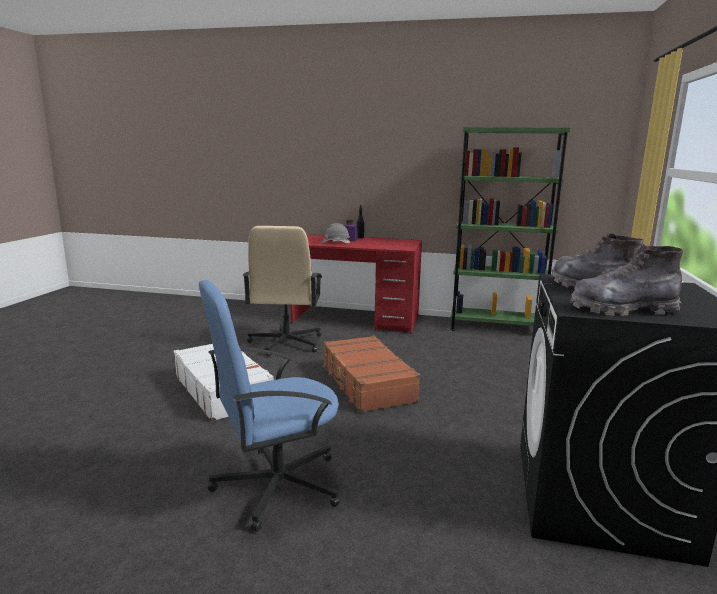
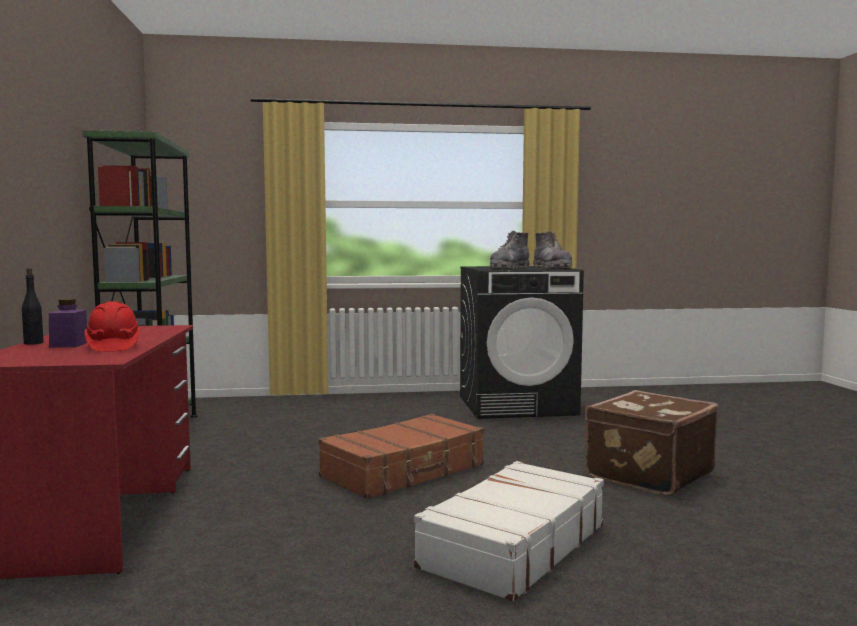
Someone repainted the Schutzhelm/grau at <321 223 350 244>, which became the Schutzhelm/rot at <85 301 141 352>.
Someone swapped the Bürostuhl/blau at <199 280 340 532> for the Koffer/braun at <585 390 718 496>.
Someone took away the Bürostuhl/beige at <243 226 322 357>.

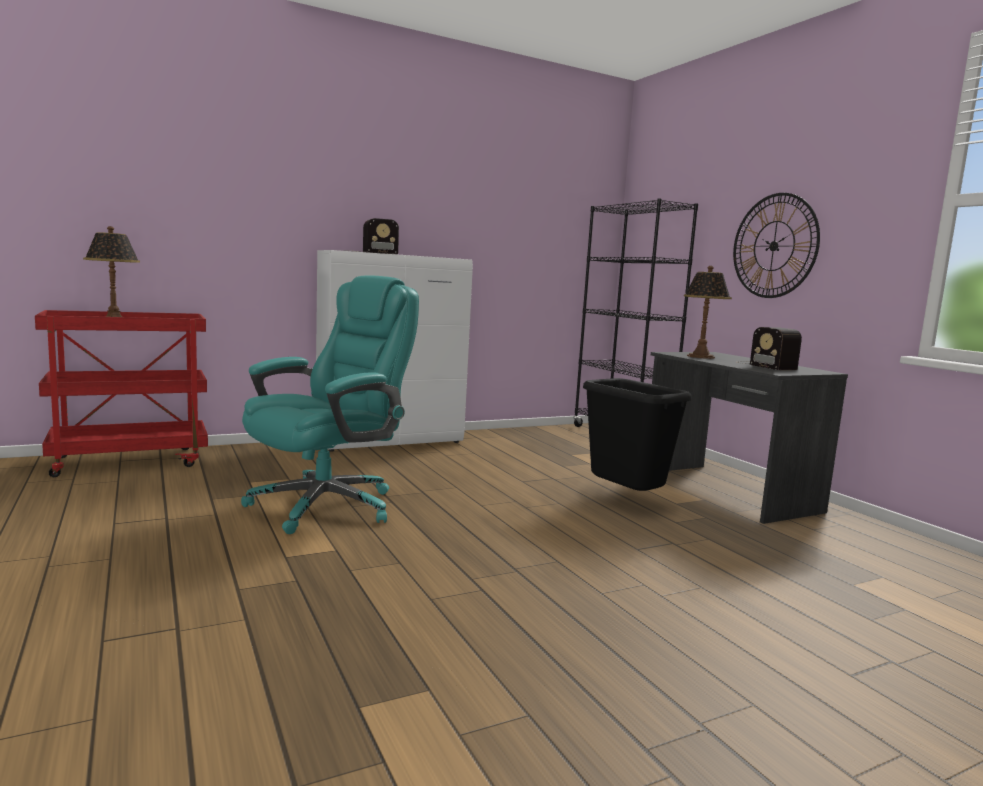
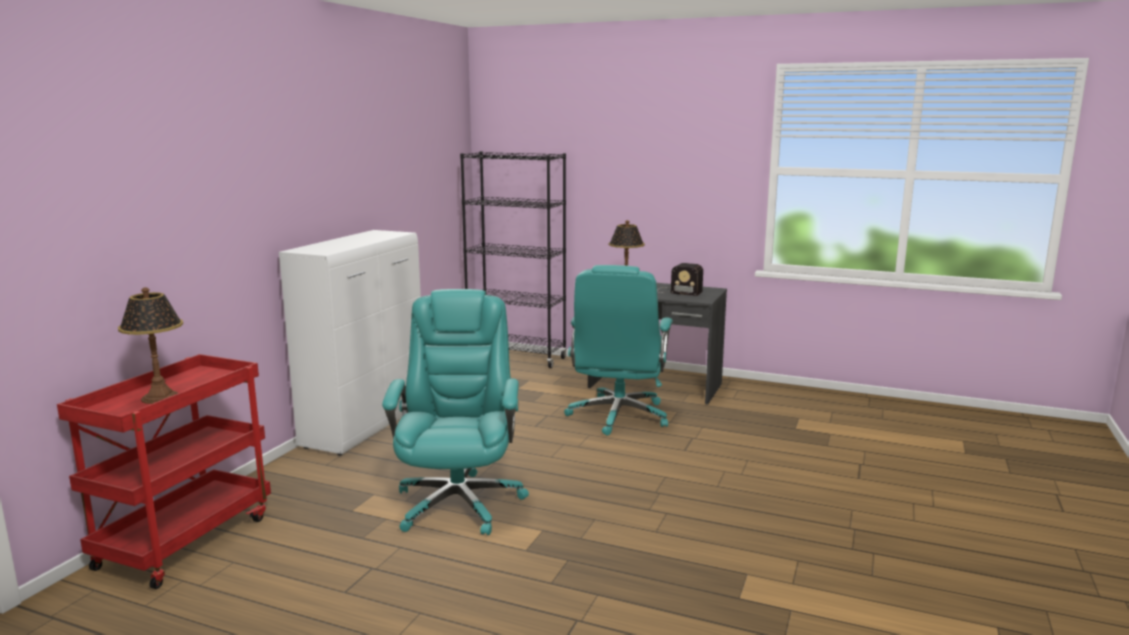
Someone swapped the Mülleimer/schwarz at <583 378 692 491> for the Bürostuhl/türkis at <564 265 673 436>.
Someone took away the Radio at <356 218 399 254>.
Someone took away the Wanduhr at <733 193 820 298>.

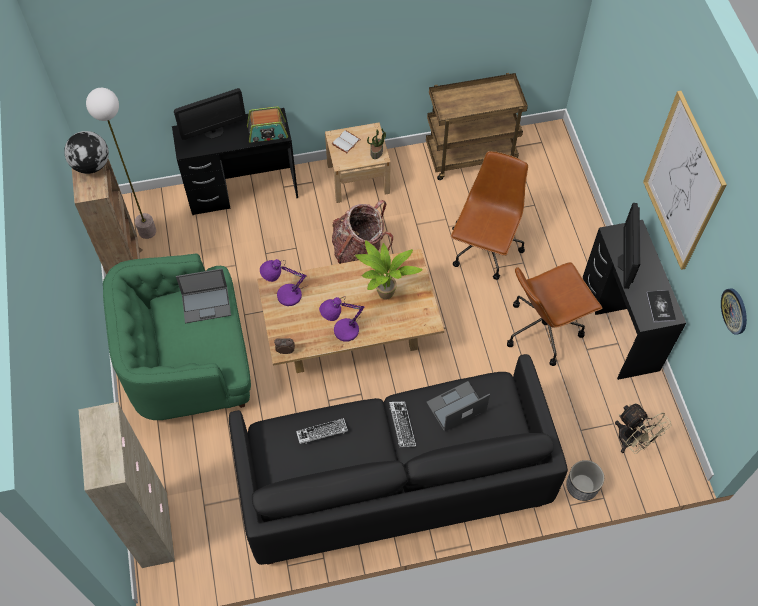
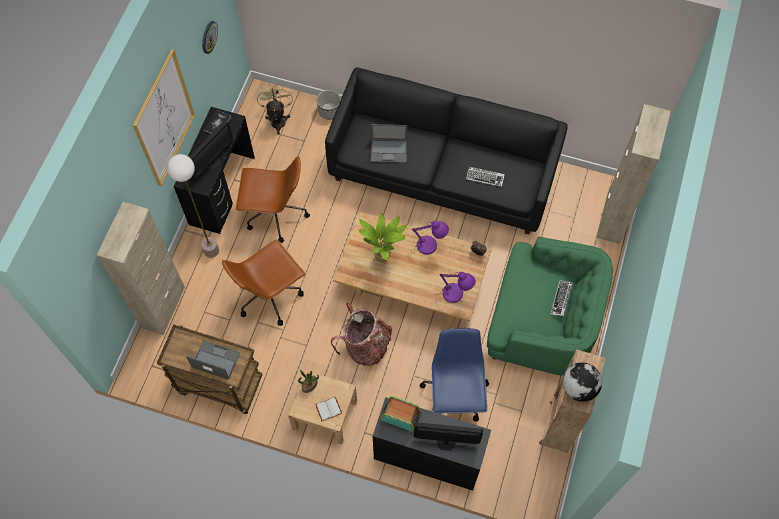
Someone put down the Schrank/beige at <97 202 185 335>.
Someone carried the Stehlampe from <86 88 156 239> to <167 154 219 258>.
Someone carried the Laptop from <176 268 231 323> to <186 340 240 380>.
Someone put down the Bürostuhl/blau at <420 328 489 422>.
Someone carried the Tastatur from <389 402 416 447> to <550 281 573 316>.

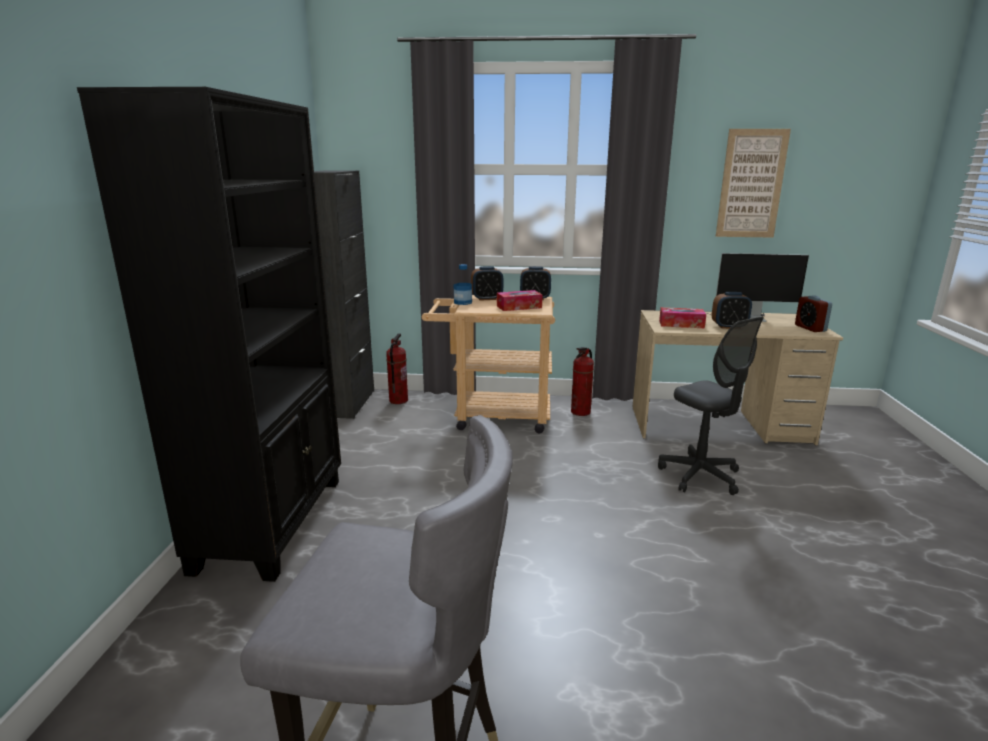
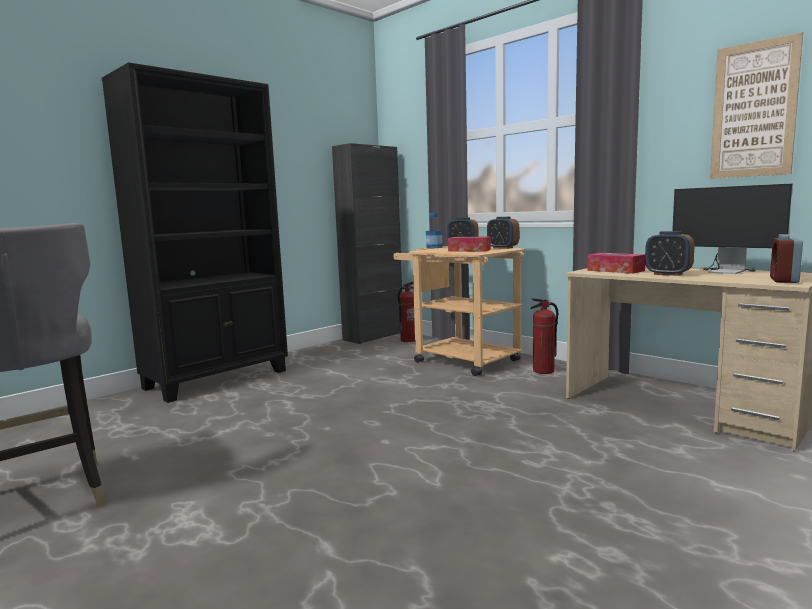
Someone took away the Bürostuhl/grau at <658 317 764 495>.

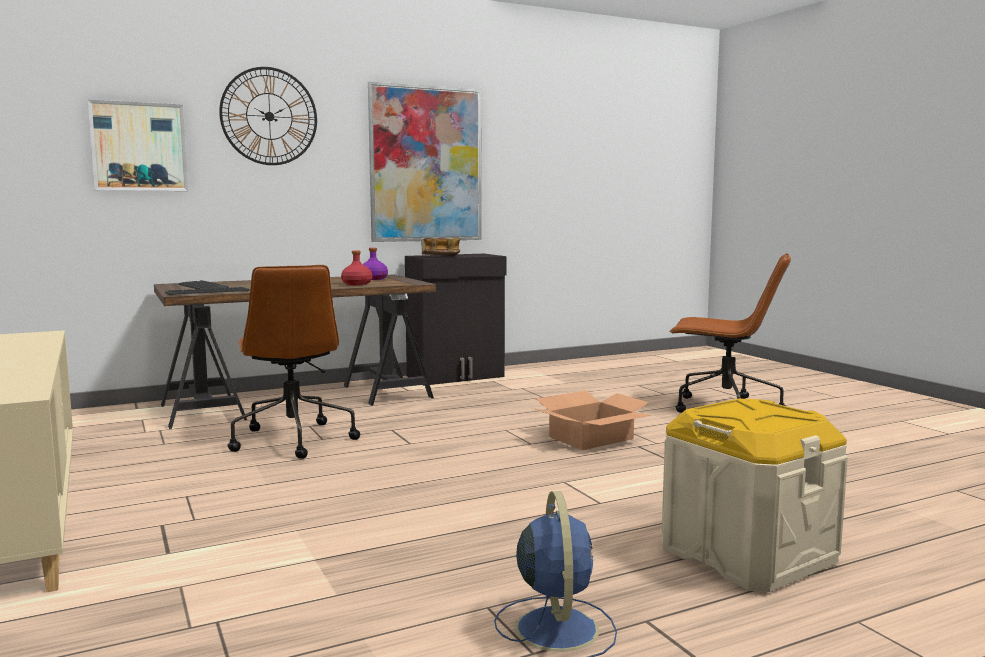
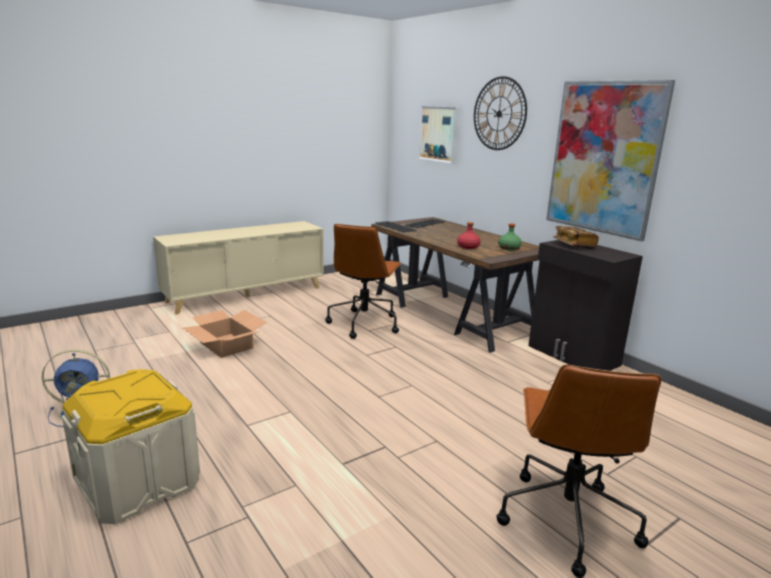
Someone carried the Karton from <533 391 651 450> to <183 310 267 358>.
Someone rotated the Bürostuhl/braun at <228 265 360 459> by 45 degrees counterclockwise.
Someone repainted the Flasche/lila at <363 248 388 280>, which became the Flasche/grün at <498 223 522 250>.

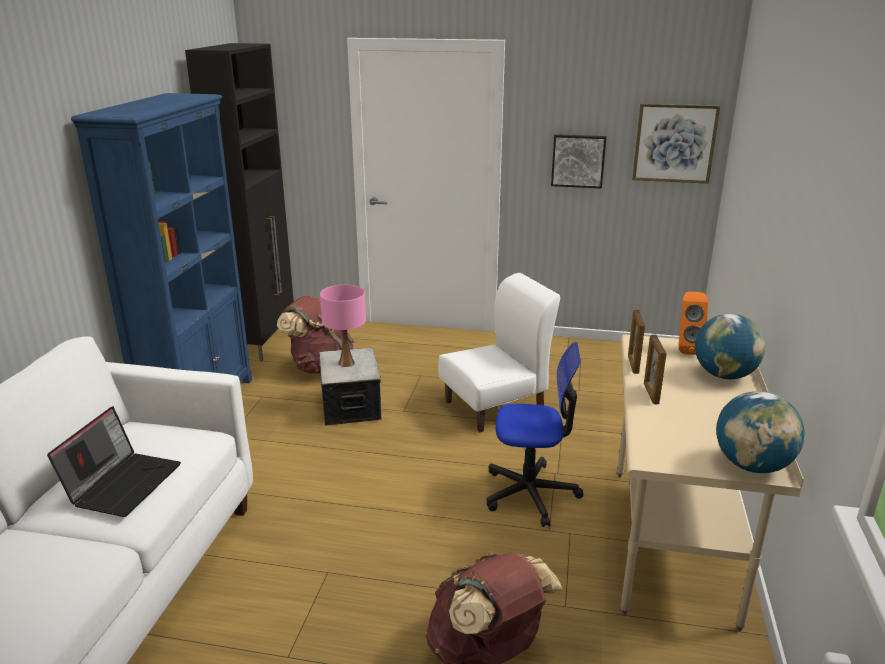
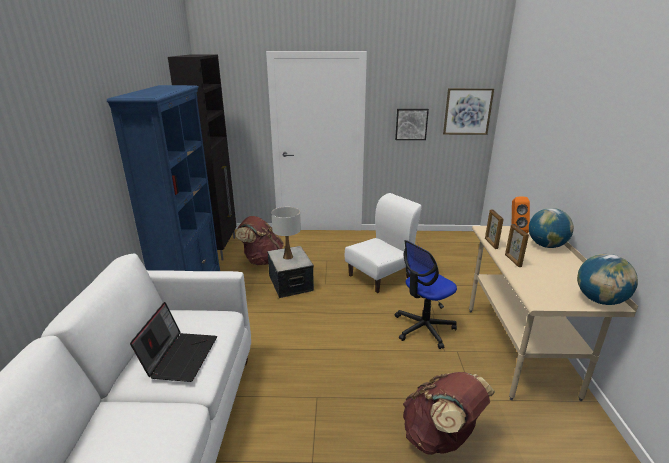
Someone repainted the Tischlampe/rosa at <320 285 366 367>, which became the Tischlampe/weiß at <271 207 301 260>.
Someone rotated the Bürostuhl at <487 342 583 527> by 150 degrees clockwise.

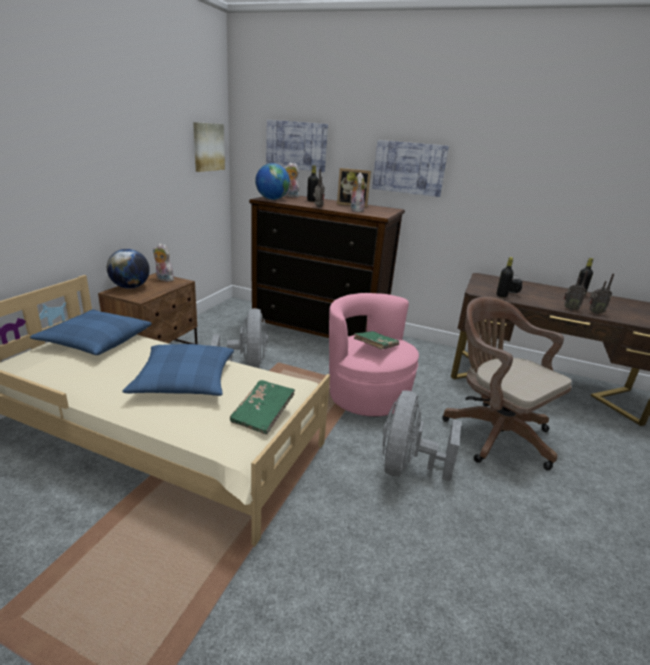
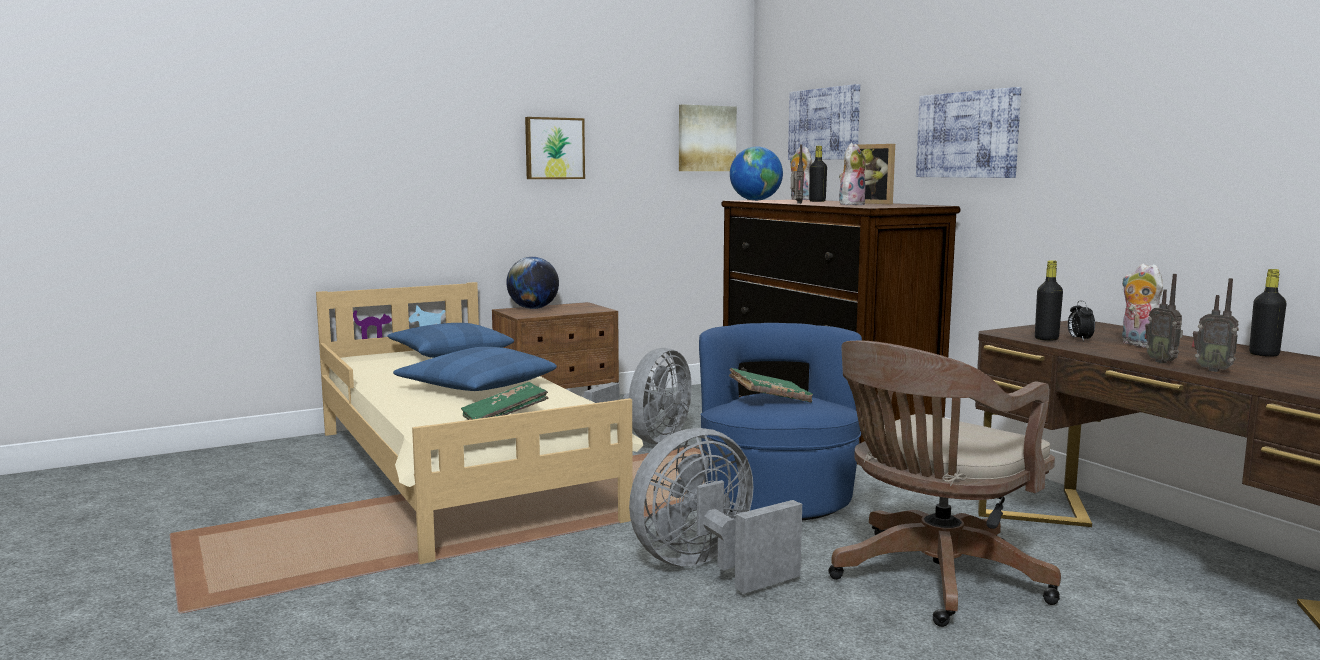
Someone put up the Bild at <525 117 585 179>.
Someone repainted the Sessel/rosa at <329 293 419 417>, which became the Sessel/blau at <699 323 862 521>.
Someone rotated the Bürostuhl/braun at <442 297 572 470> by 135 degrees counterclockwise.
Someone carried the Plüschtier from <153 243 174 282> to <1121 264 1163 347>.

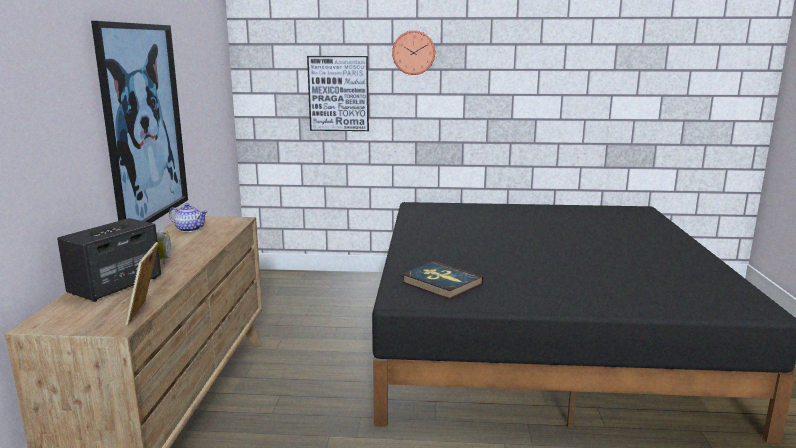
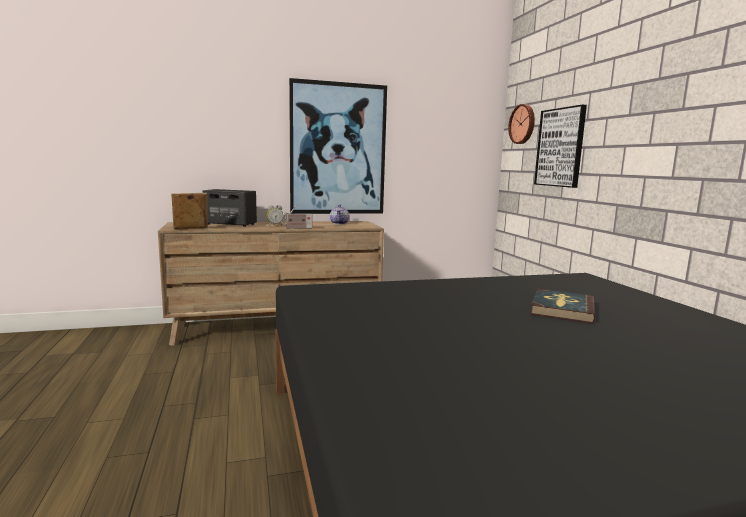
Someone put down the Radio at <284 205 312 229>.
Someone carried the Wanduhr from <392 30 435 75> to <508 104 535 144>.
Someone carried the Buch from <402 261 484 300> to <530 289 595 324>.

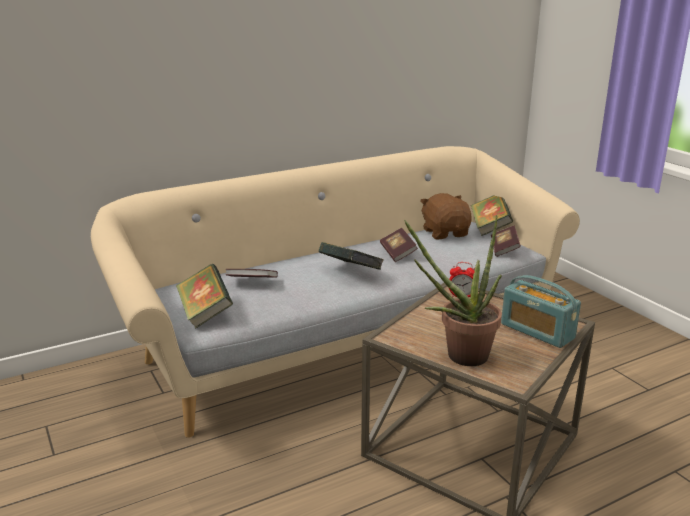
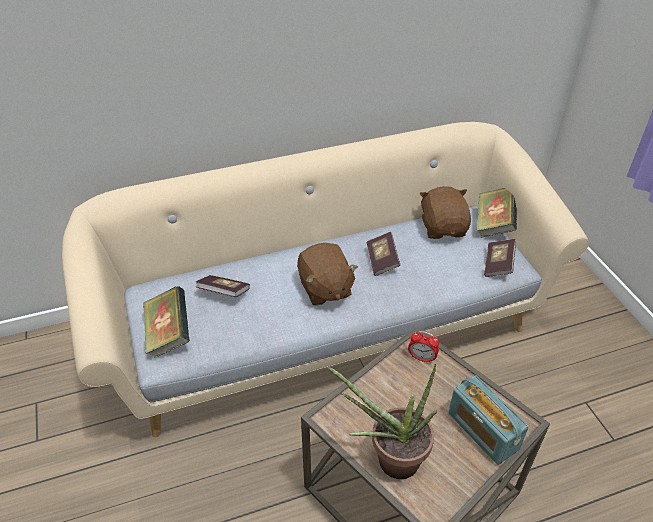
Someone swapped the Buch at <318 242 384 270> for the Plüschtier/braun at <297 243 358 306>.

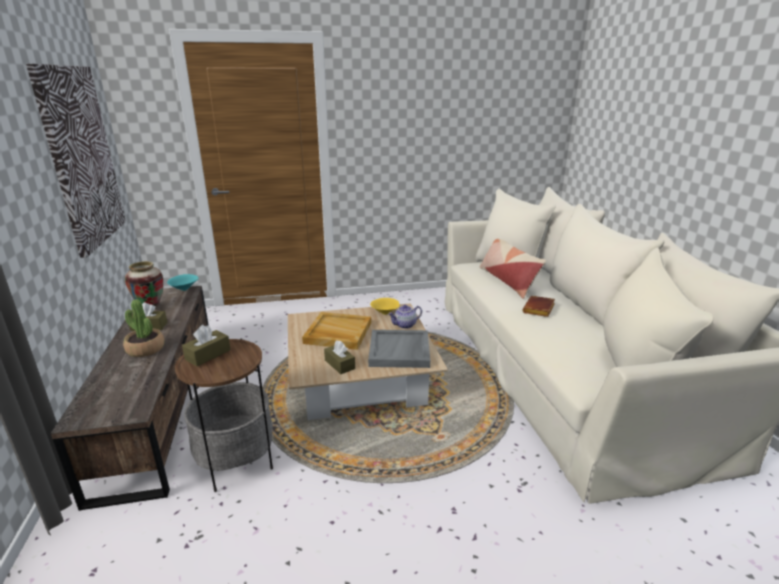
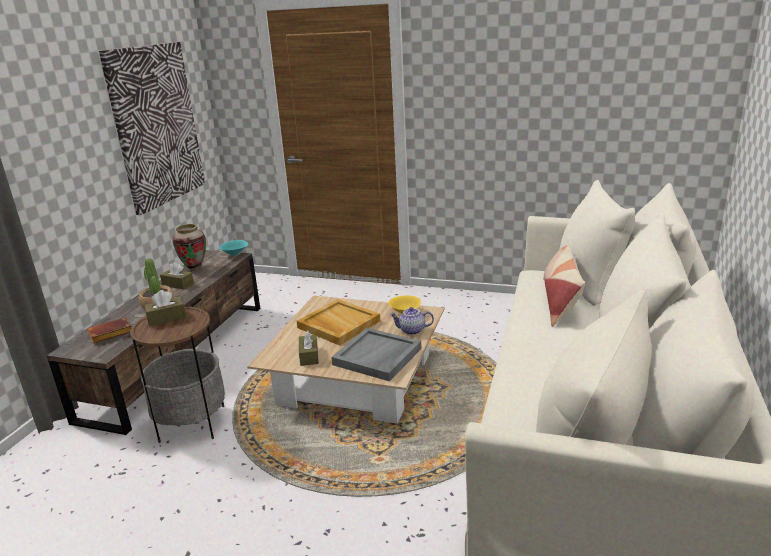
Someone carried the Buch/braun from <522 296 555 317> to <87 317 131 343>.

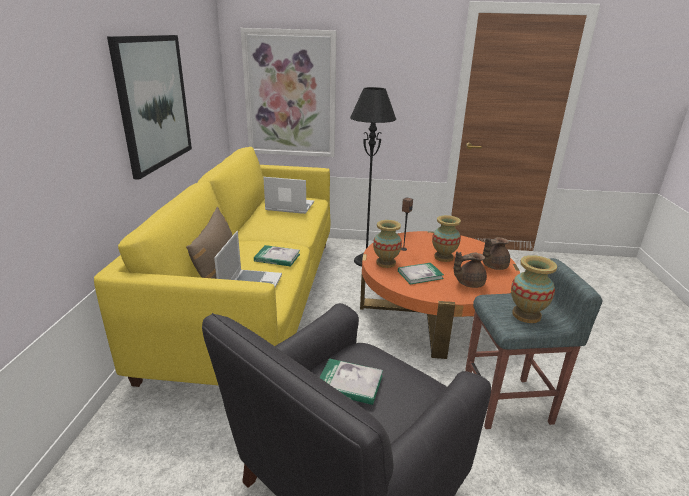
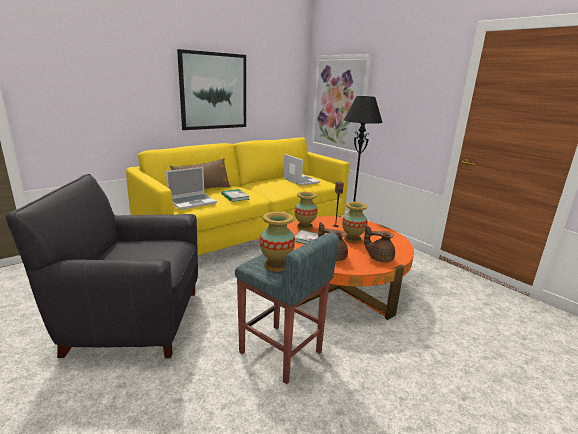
Someone took away the Buch at <320 358 383 405>.

